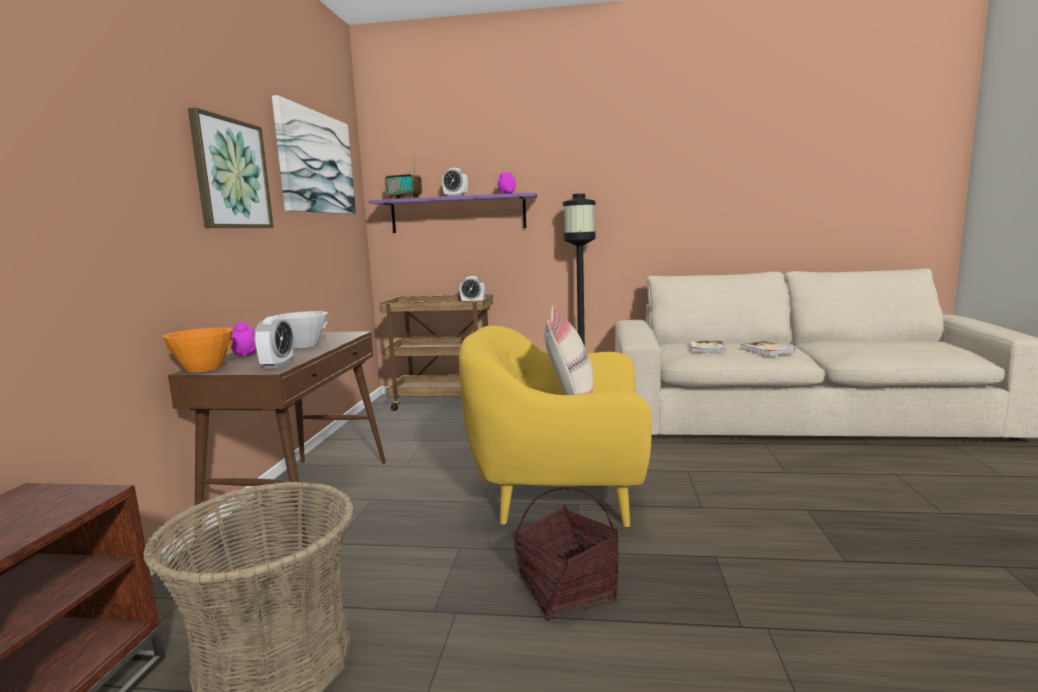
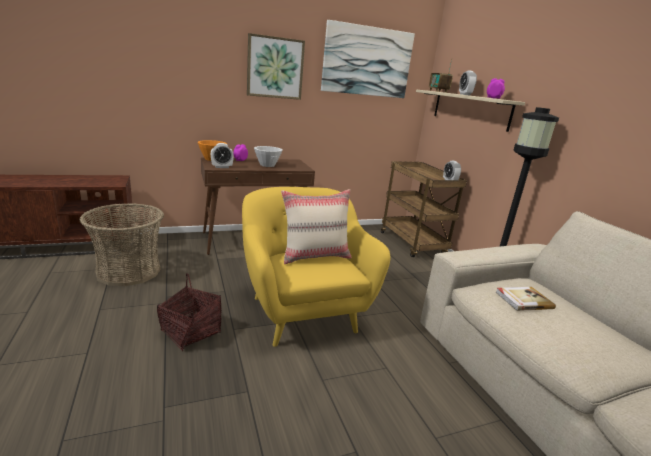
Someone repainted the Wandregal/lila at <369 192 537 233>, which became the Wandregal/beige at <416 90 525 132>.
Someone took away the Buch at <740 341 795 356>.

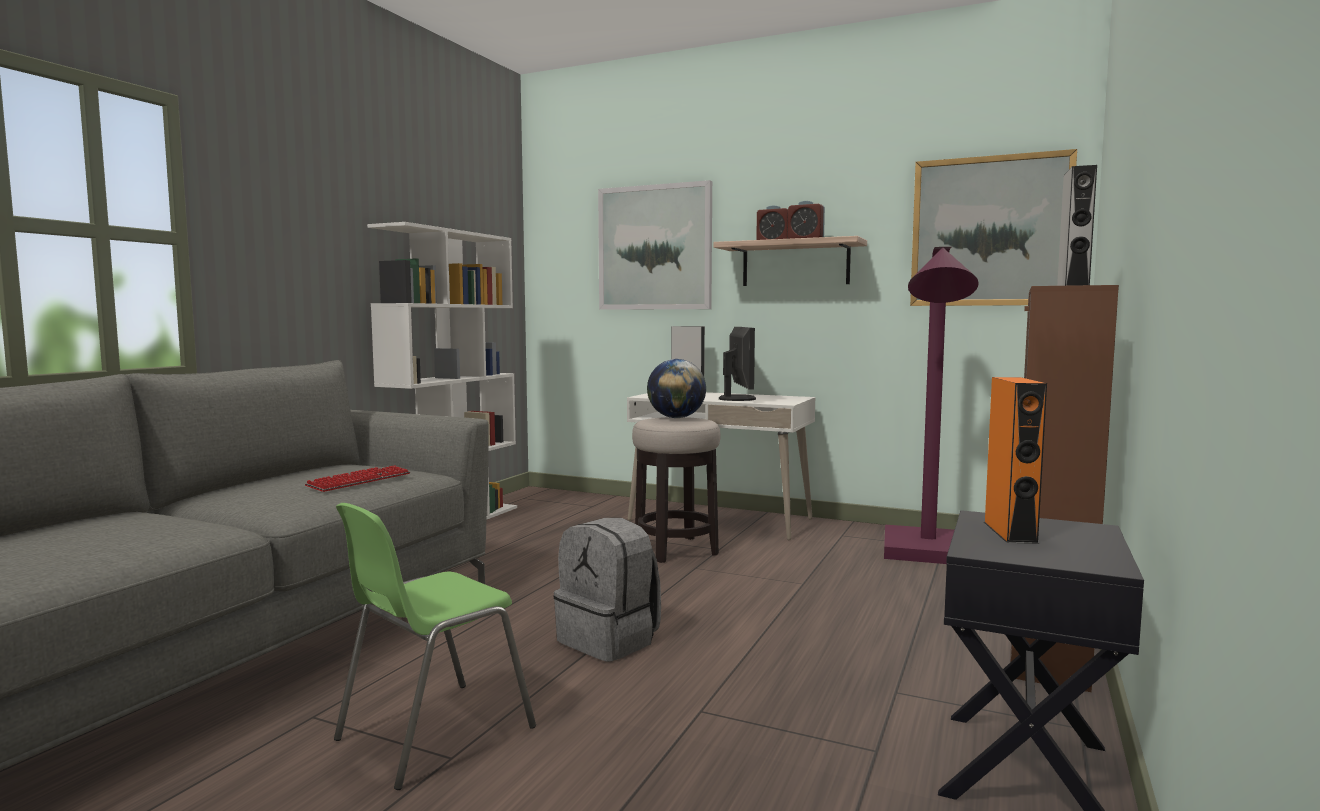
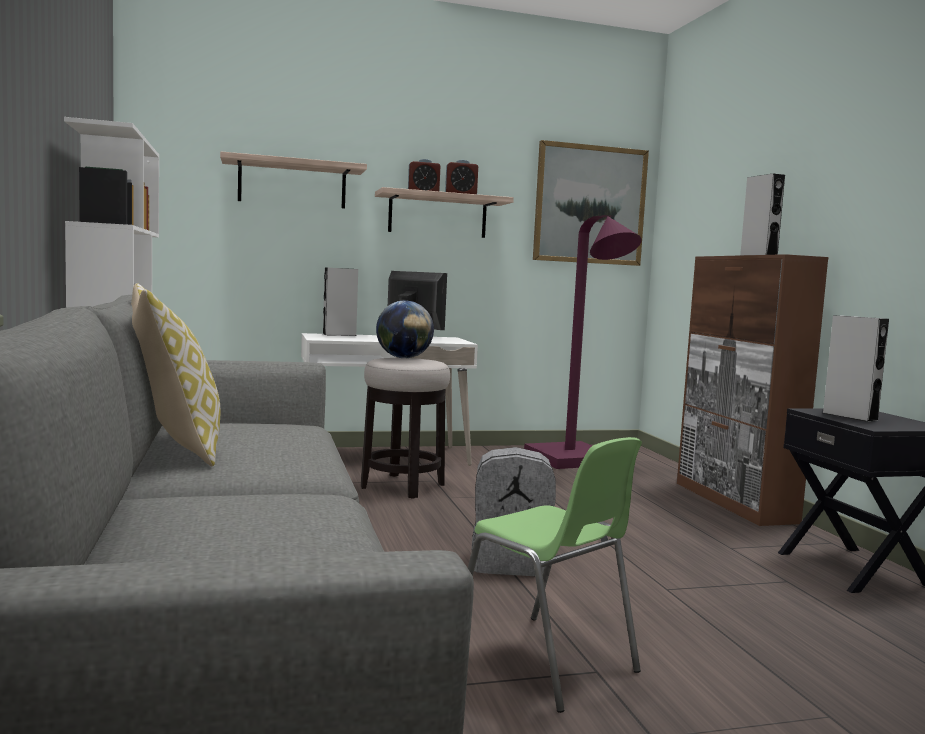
Someone put down the Kissen at <131 283 221 466>.
Someone swapped the Bild at <598 180 712 310> for the Wandregal at <220 152 367 209>.
Someone rotated the Stuhl/grün at <334 503 536 790> by 45 degrees counterclockwise.
Someone repainted the Lautsprecher/orange at <984 377 1047 544>, which became the Lautsprecher/grau at <823 315 889 422>.
Someone took away the Tastatur at <305 465 410 492>.

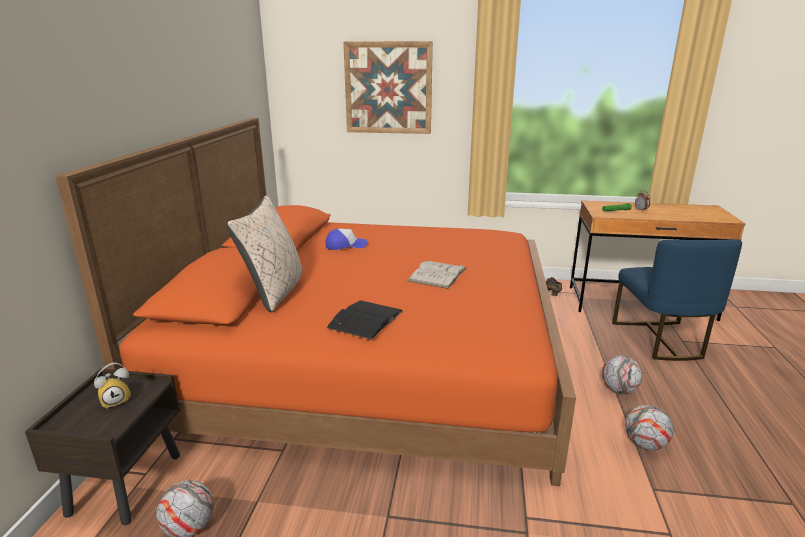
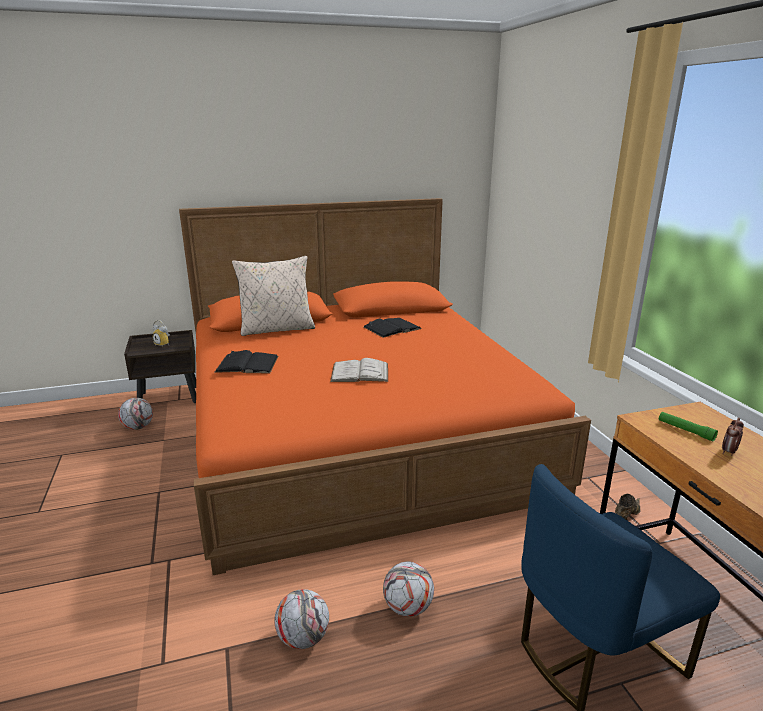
Someone swapped the Kappe at <325 228 367 250> for the Buch/schwarz at <364 318 422 338>.
Someone took away the Bild at <343 41 433 134>.

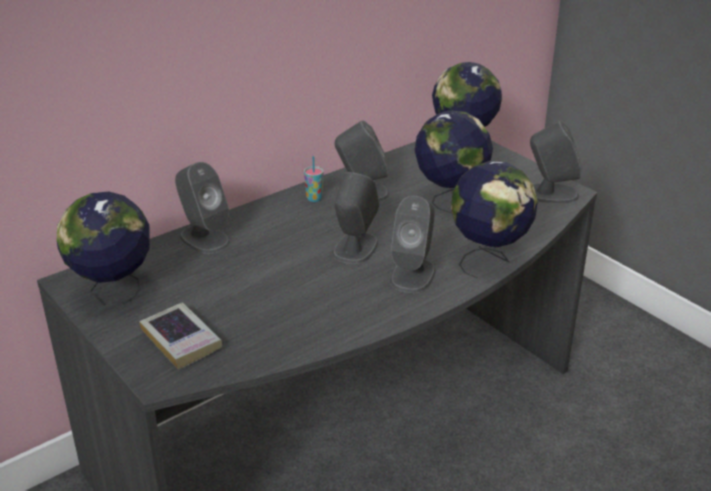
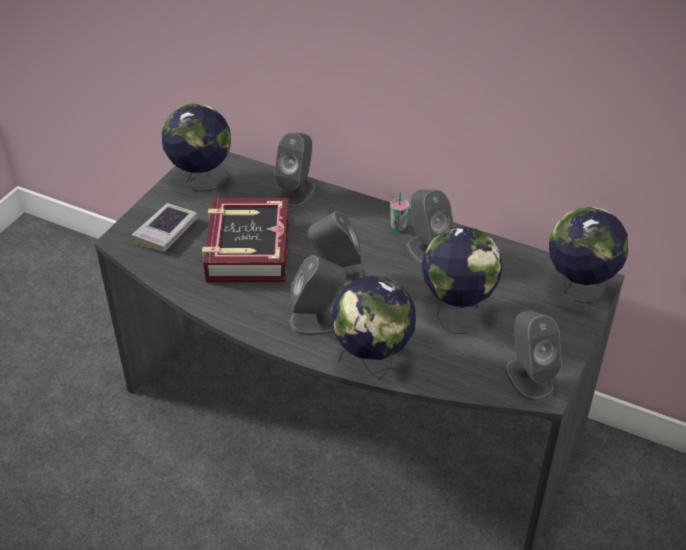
Someone put down the Buch at <202 198 289 282>.

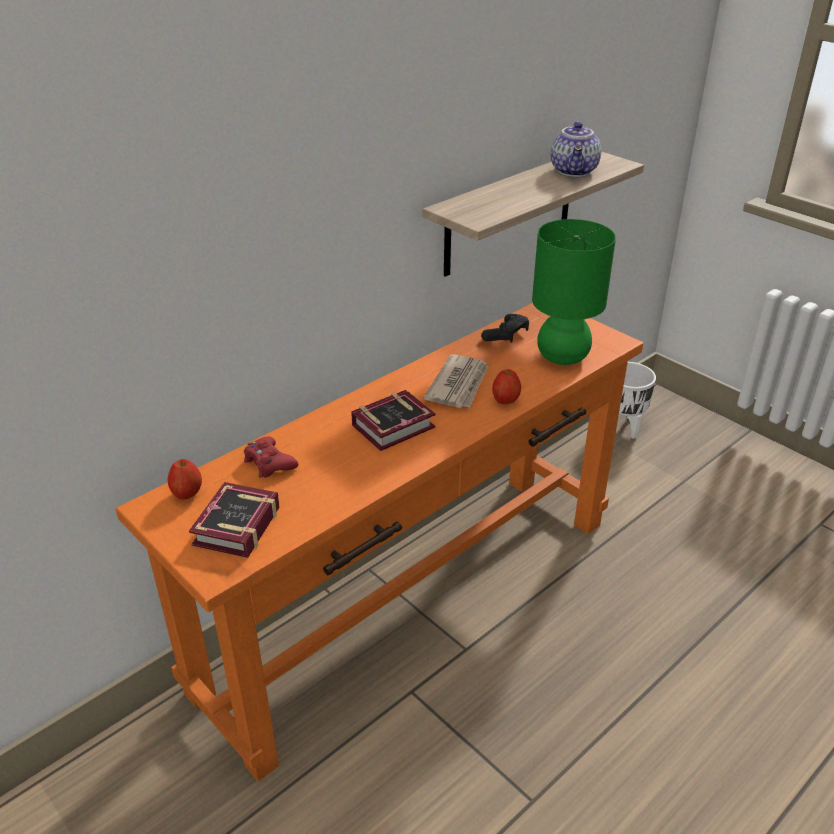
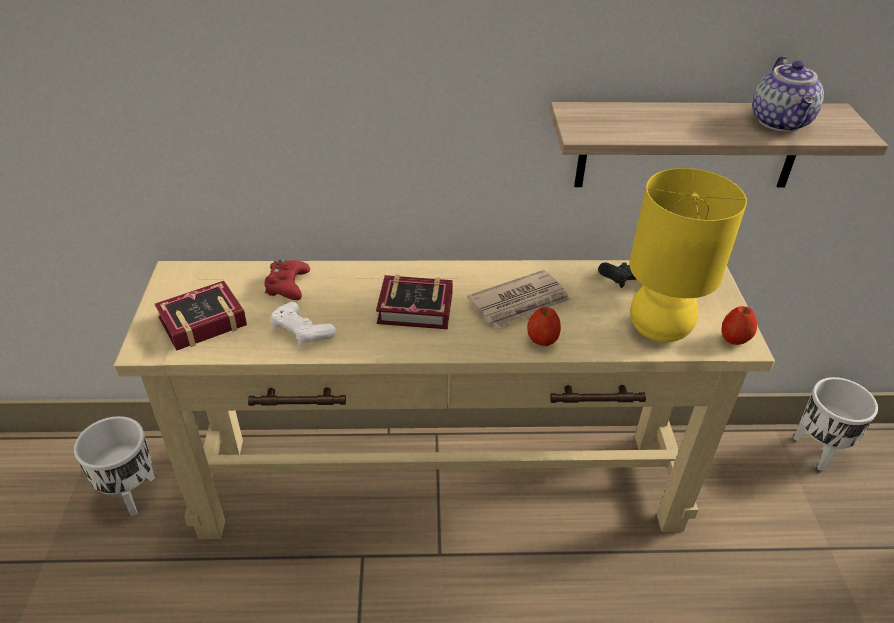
Someone put down the Pflanzkübel/weiß at <74 416 155 516>.
Someone repainted the Konsolentisch/orange at <116 303 644 782>, which became the Konsolentisch/beige at <114 260 775 539>.
Someone put down the Gamepad/weiß at <270 302 336 346>.
Someone repainted the Tischlampe/grün at <532 219 616 365>, which became the Tischlampe/gelb at <629 168 747 342>.
Someone carried the Apfel from <168 459 202 500> to <722 306 757 345>.
Someone rotated the Teekanne at <551 121 601 177> by 45 degrees counterclockwise.

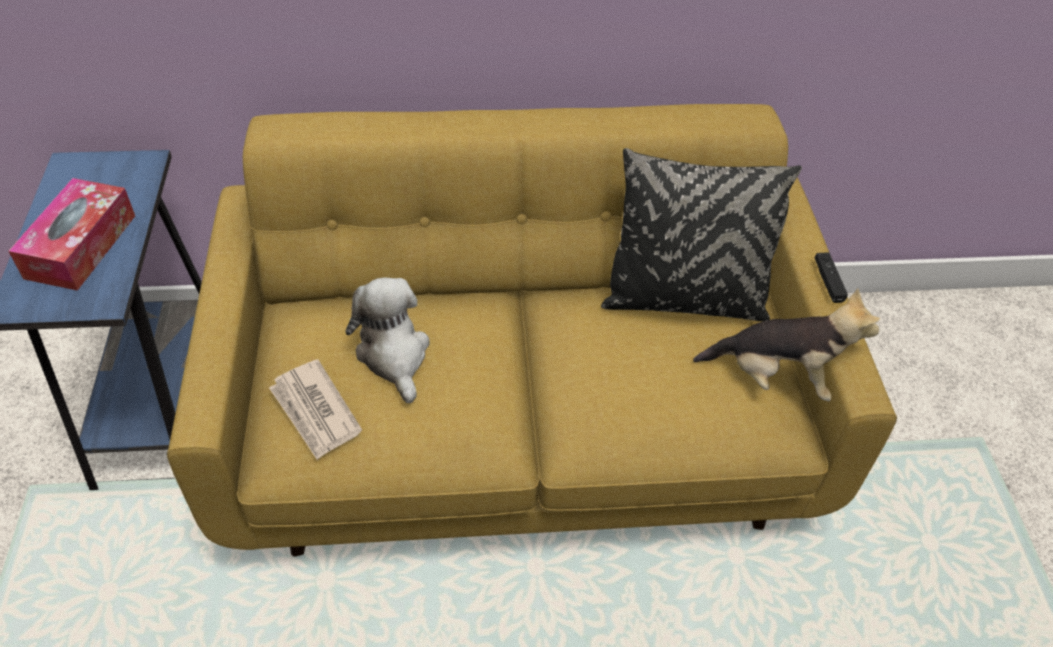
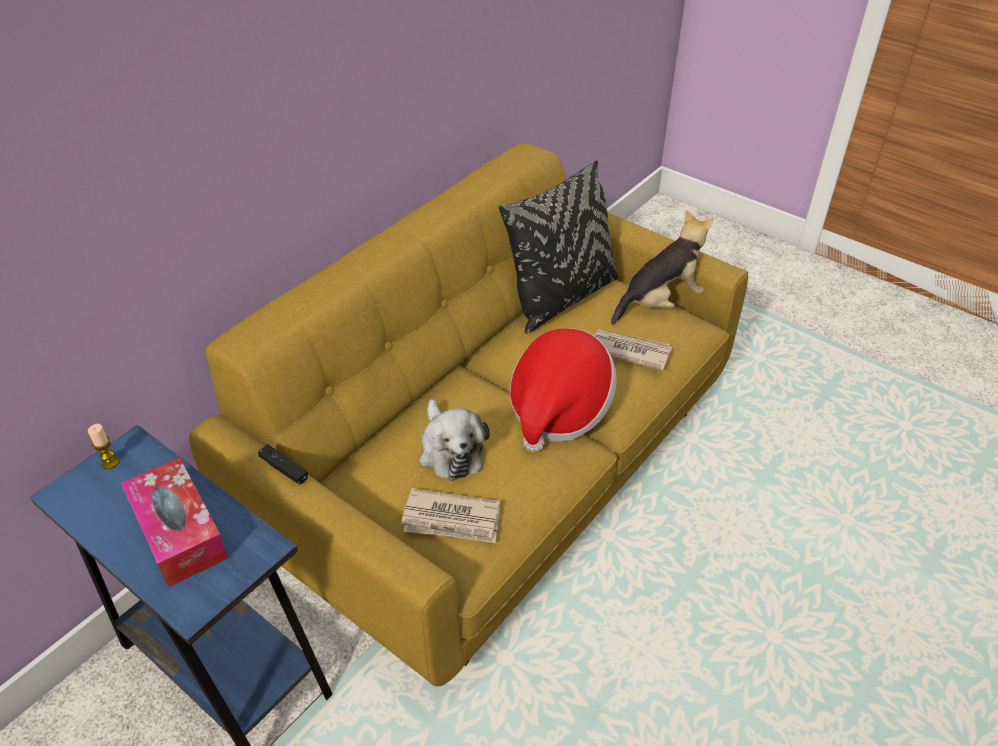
Someone put down the Kerze at <88 424 119 469>.
Someone carried the Gamepad/schwarz from <815 253 848 303> to <258 444 308 484>.
Someone rotated the Plüschtier at <345 277 430 403> by 135 degrees counterclockwise.
Someone put down the Hut at <510 328 617 452>.
Someone put down the Zeitung at <594 329 672 370>.

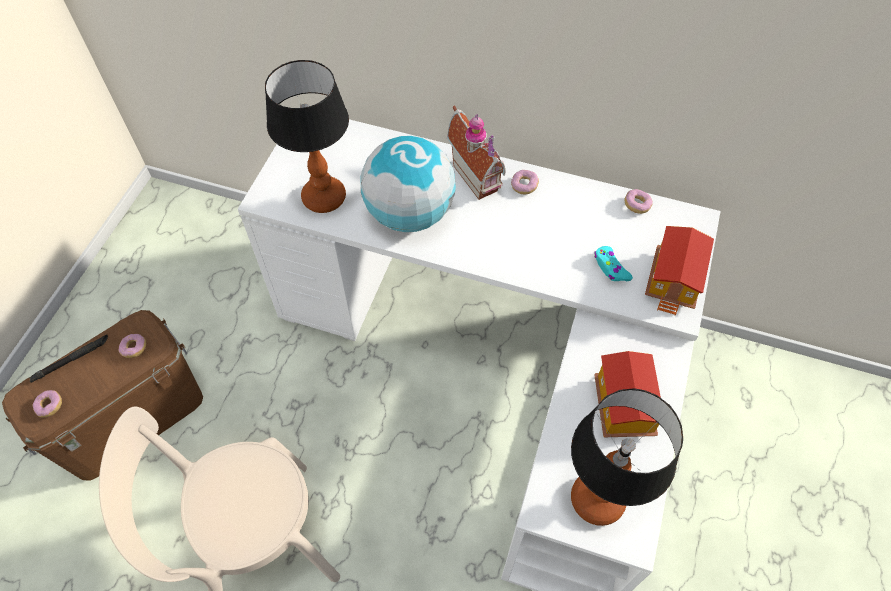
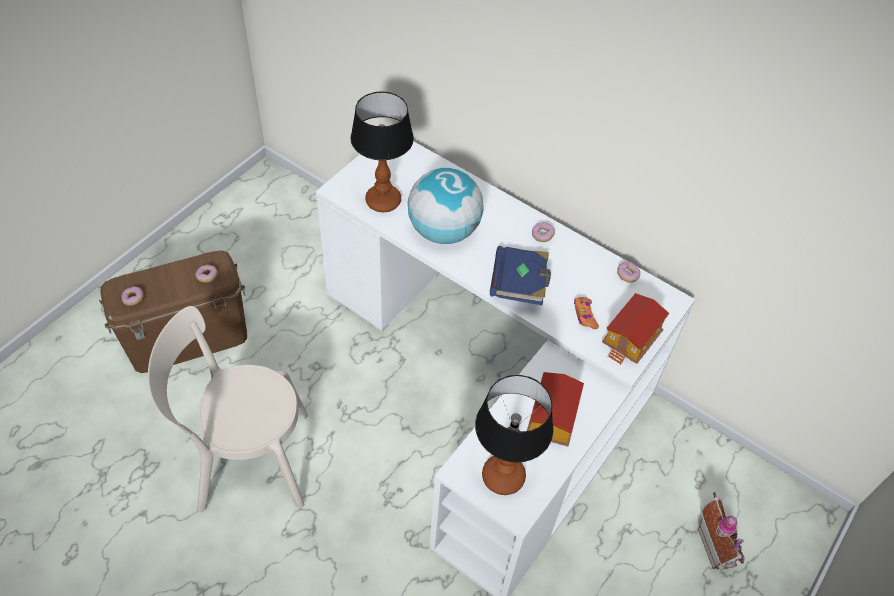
Someone put down the Buch/blau at <490 246 551 305>.
Someone repainted the Gamepad/türkis at <594 246 633 281>, which became the Gamepad/orange at <574 297 599 329>.
Someone carried the Spielzeughaus from <447 106 506 200> to <698 492 745 570>.
Someone took away the Taschenlampe/schwarz at <30 334 108 383>.

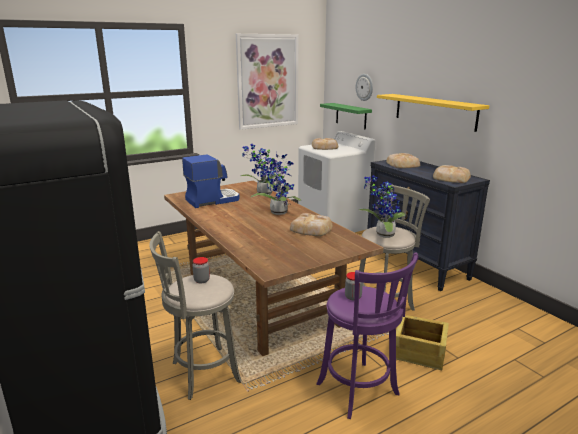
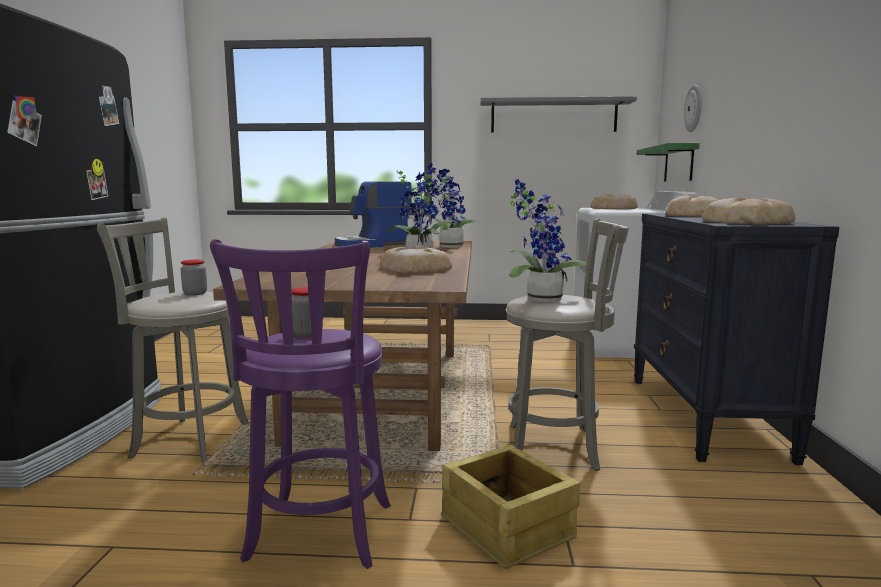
Someone rotated the Kaffeemaschine at <182 154 240 208> by 150 degrees clockwise.
Someone swapped the Bild at <236 34 298 130> for the Wandregal/grau at <481 96 637 133>.
Someone took away the Wandregal/gelb at <377 94 489 132>.

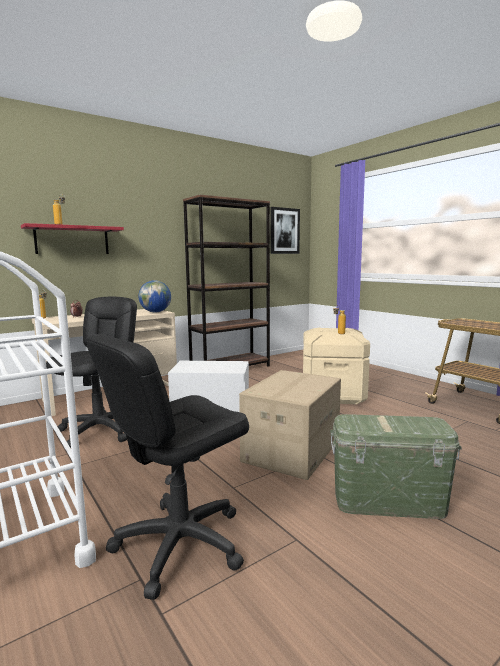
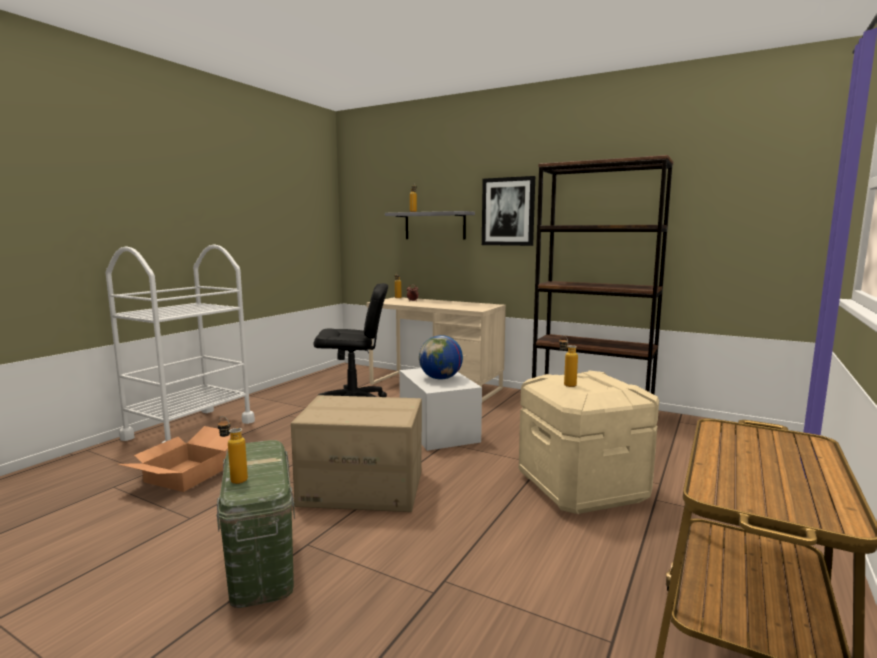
Someone swapped the Bürostuhl/schwarz at <85 334 249 600> for the Karton at <118 426 242 492>.
Someone put down the Flasche at <218 416 248 484>.
Someone repainted the Wandregal/rot at <21 223 124 254>, which became the Wandregal/grau at <385 211 475 240>.
Someone carried the Globus from <138 280 171 313> to <419 335 463 380>.
Someone carried the Bild from <271 207 300 254> to <482 176 535 246>.

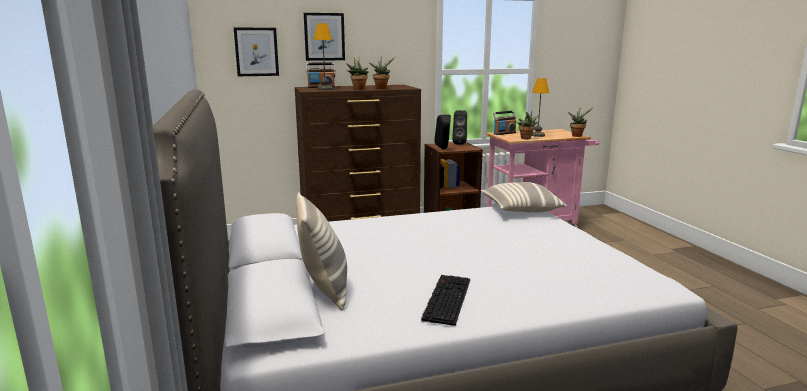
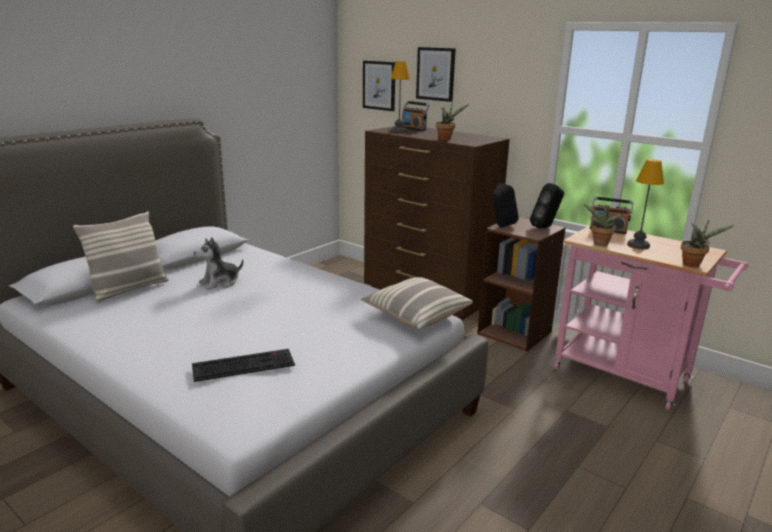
Someone carried the Tastatur from <421 275 470 326> to <192 349 295 382>.
Someone put down the Plüschtier at <194 237 243 290>.
Someone took away the Topfpflanze at <346 57 369 90>.

